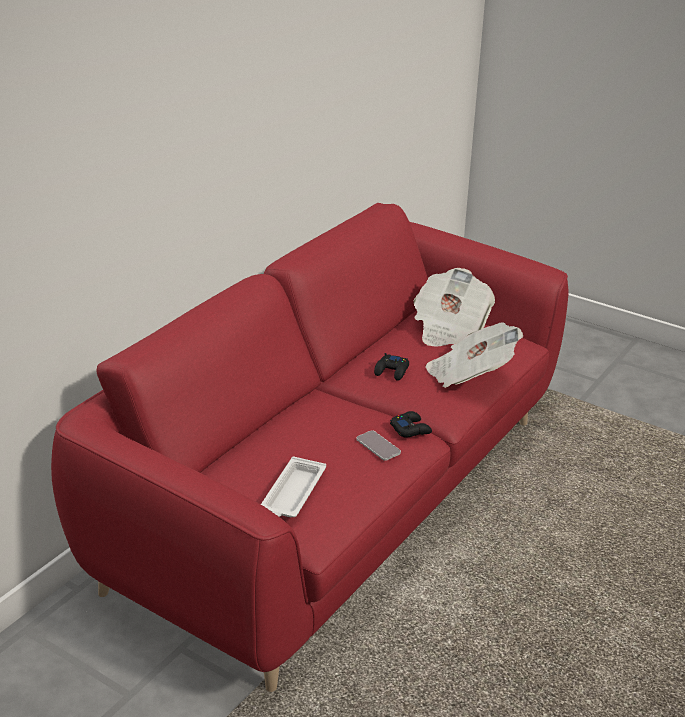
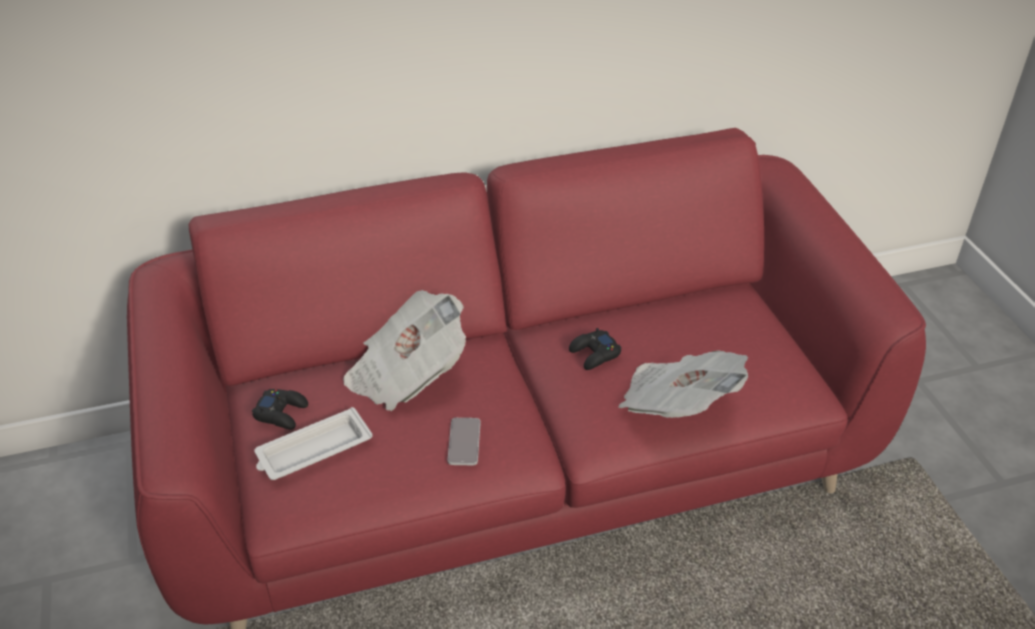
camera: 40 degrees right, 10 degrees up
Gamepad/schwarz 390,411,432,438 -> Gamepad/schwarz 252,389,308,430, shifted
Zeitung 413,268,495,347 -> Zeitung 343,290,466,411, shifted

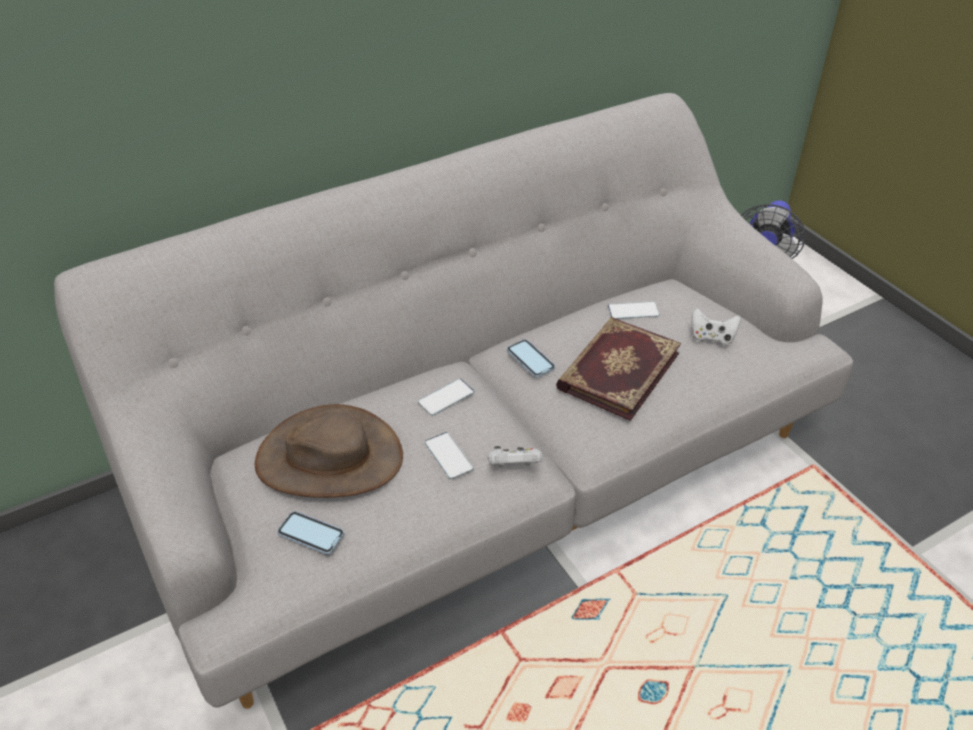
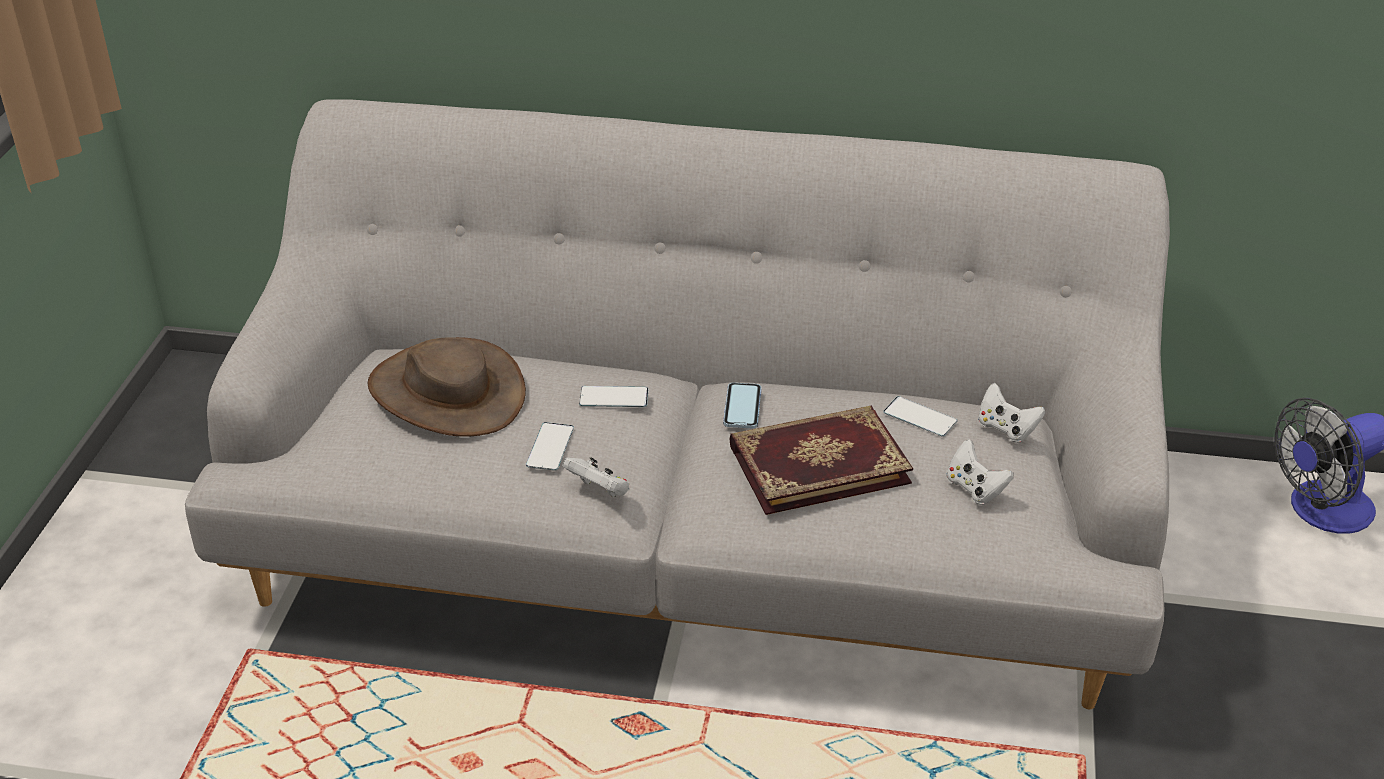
camera: 40 degrees right, 5 degrees down
Handy 277,511,344,555 -> none
none -> Gamepad/weiß 978,383,1045,443

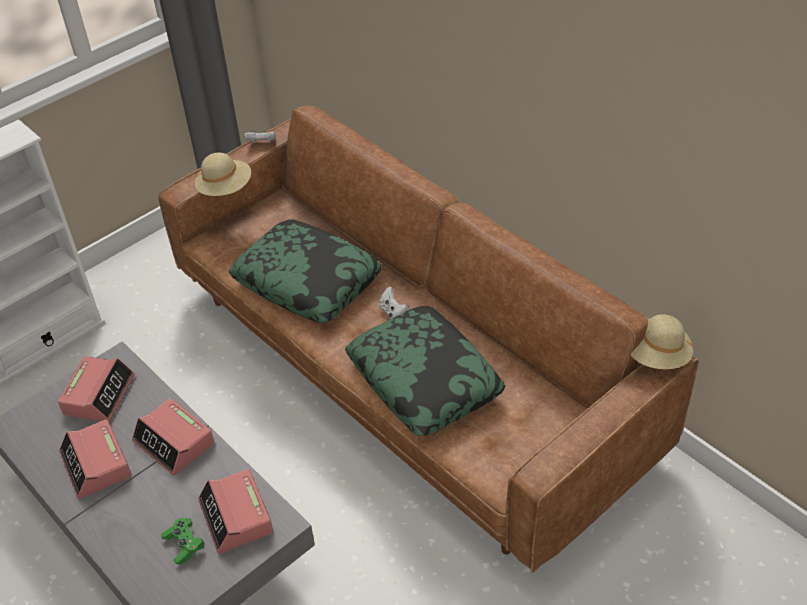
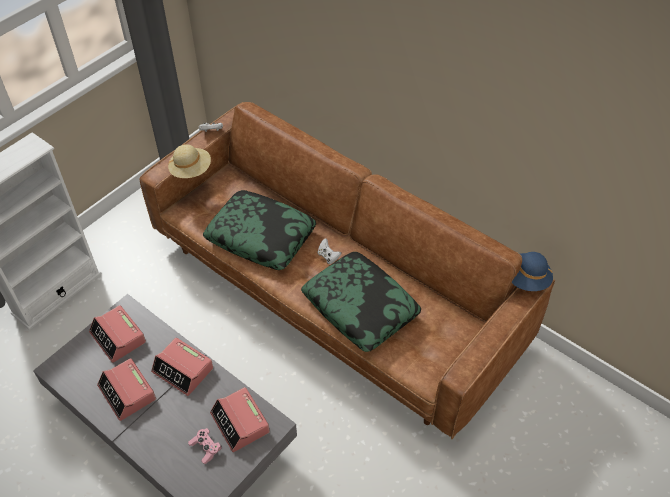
camera: 10 degrees left, 5 degrees up
Wecker 58,356,135,422 -> Wecker 89,305,146,363, 135 degrees clockwise
Gamepad/grün 161,518,204,565 -> Gamepad/rosa 188,428,222,464
Hut/beige 631,314,693,369 -> Hut/blau 512,252,553,291

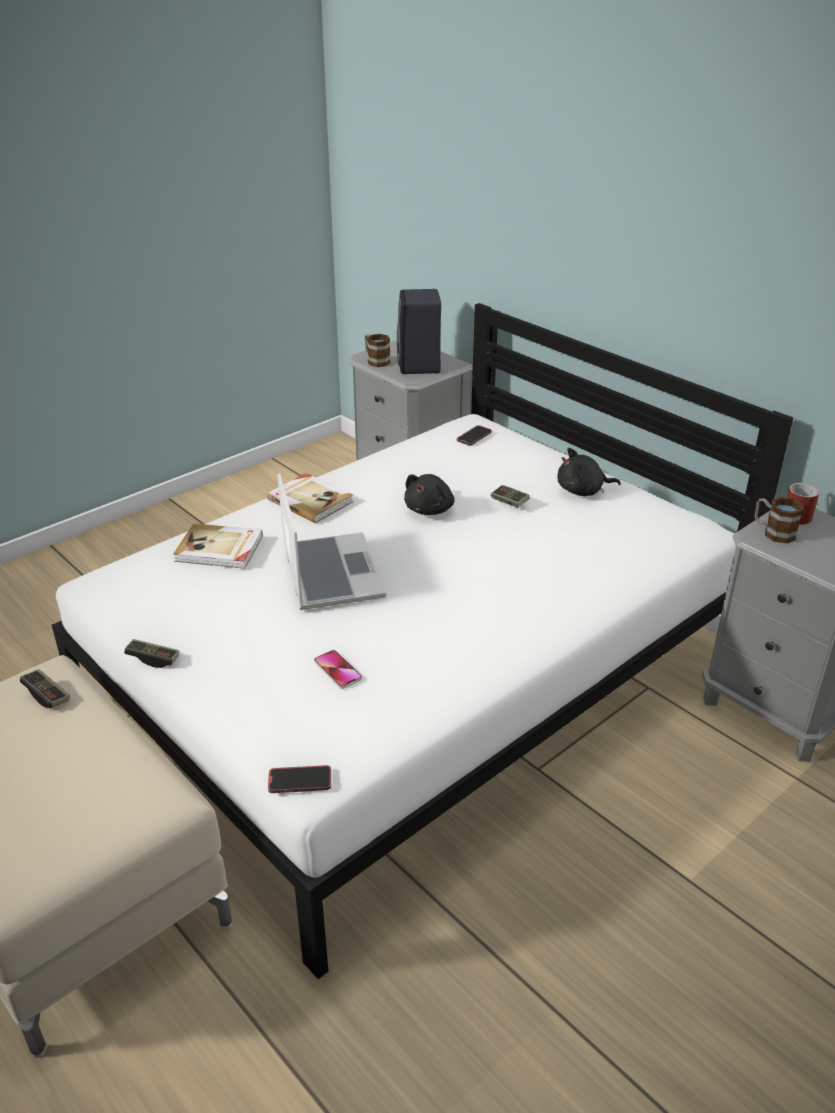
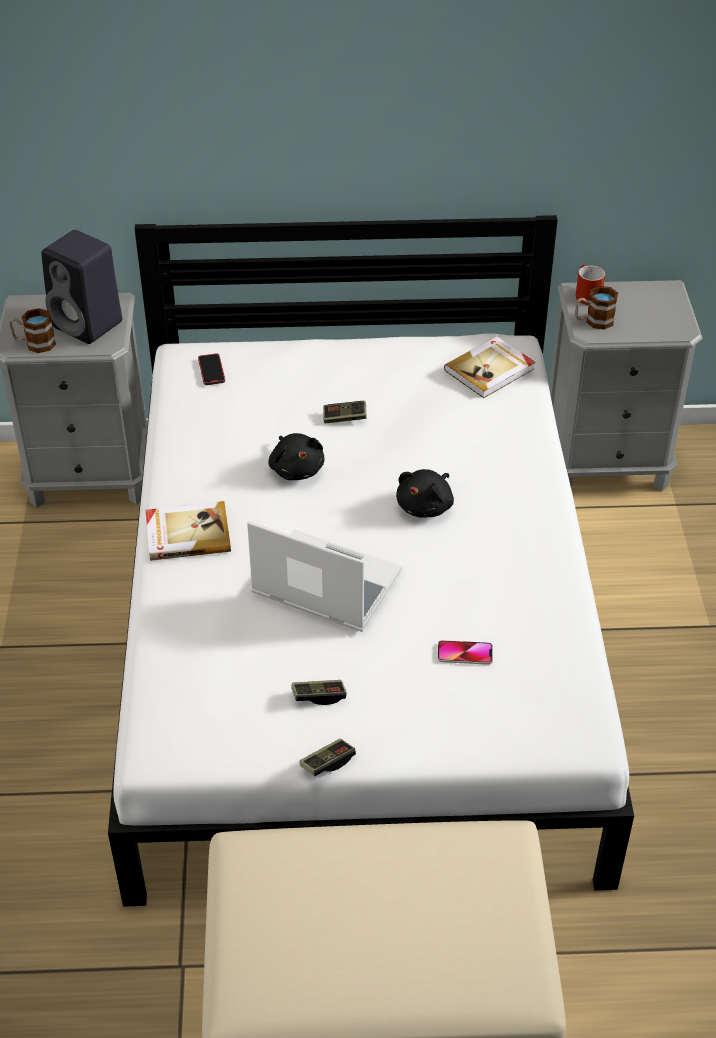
camera: 50 degrees left, 10 degrees up
Gamepad 20,669,70,708 -> Gamepad 291,680,347,705, shifted
Buch 173,523,263,569 -> Buch 444,336,536,398, shifted
Handy 268,765,331,793 -> none
Plüschtier/schwarz 557,448,621,496 -> Plüschtier/schwarz 396,469,454,518, shifted

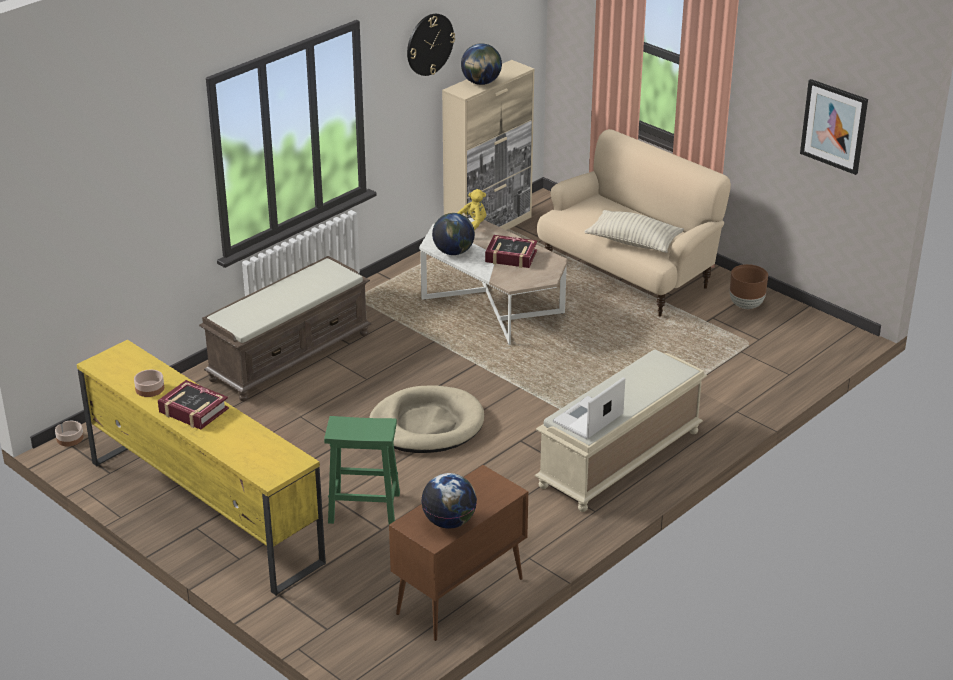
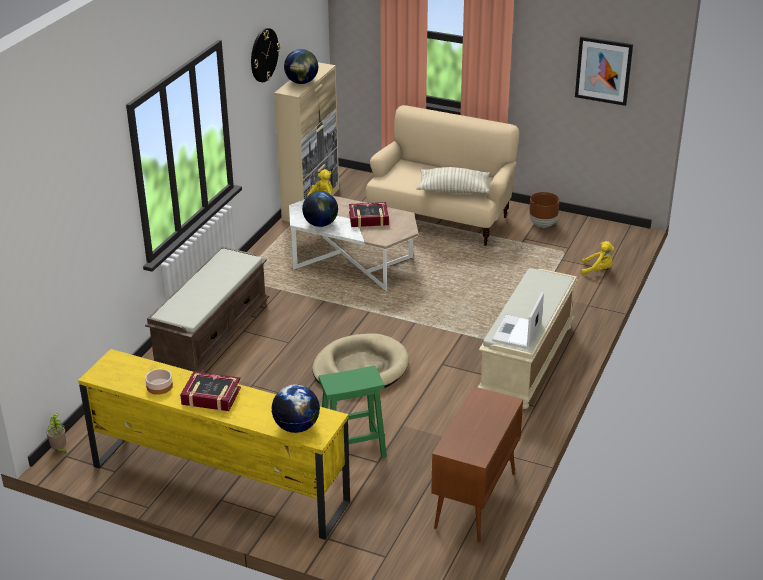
camera: 20 degrees left, 0 degrees up
Schüssel 55,421,83,446 -> Topfpflanze 46,414,66,453
Globus 421,473,477,528 -> Globus 271,384,320,433, shifted
none -> Plüschtier/gelb 581,241,614,275

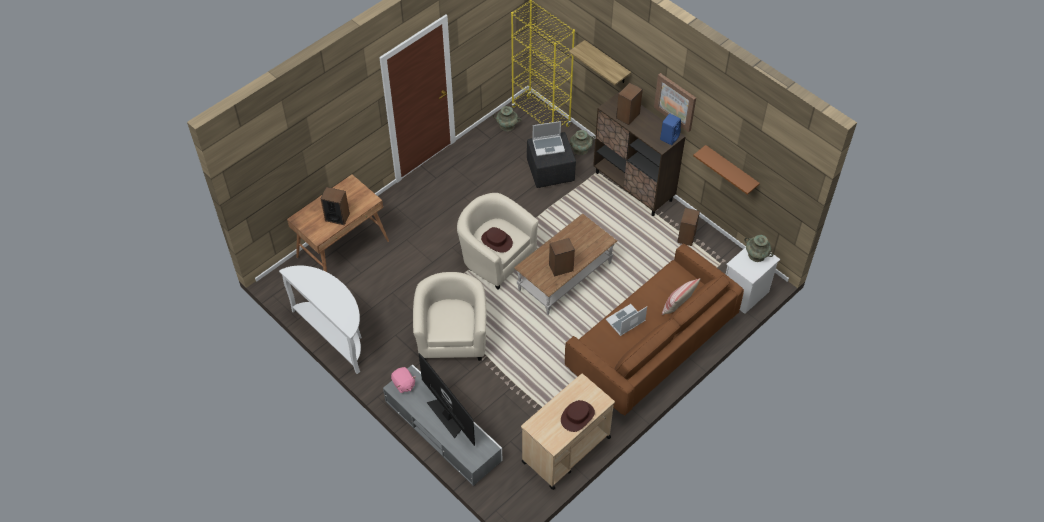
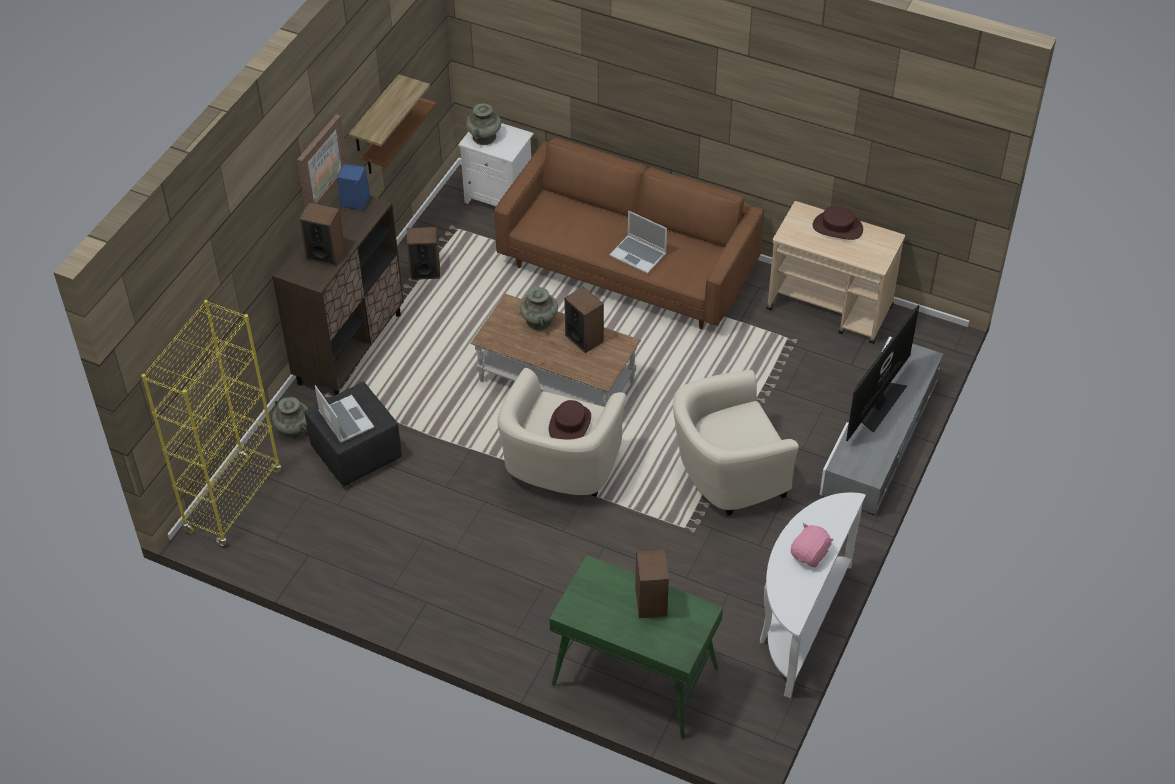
camera: 110 degrees left, 5 degrees down
Schreibtisch/braun 287,175,389,272 -> Schreibtisch/grün 549,555,723,739
Plüschtier/rosa 391,367,415,393 -> Plüschtier/rosa 791,523,833,568, shifted
Vase/türkis 493,106,522,131 -> Vase/türkis 520,287,558,330, shifted
Wandregal 569,40,631,85 -> Wandregal 348,74,430,151, shifted
Kissen 662,278,701,315 -> none

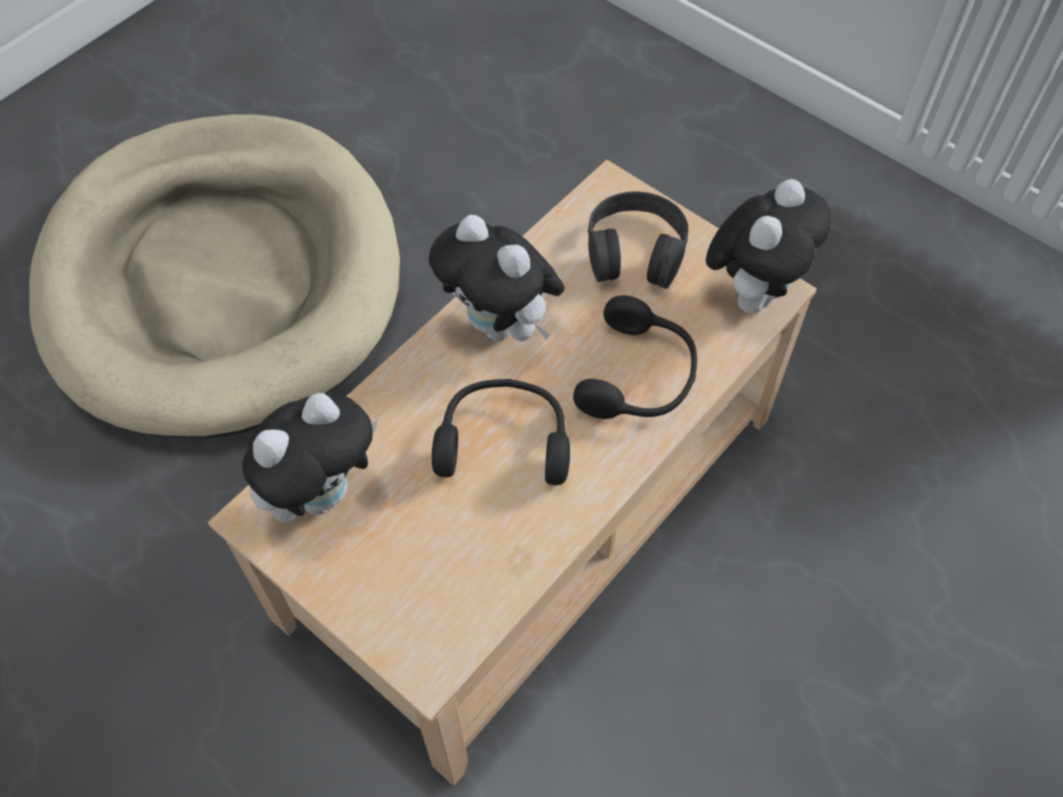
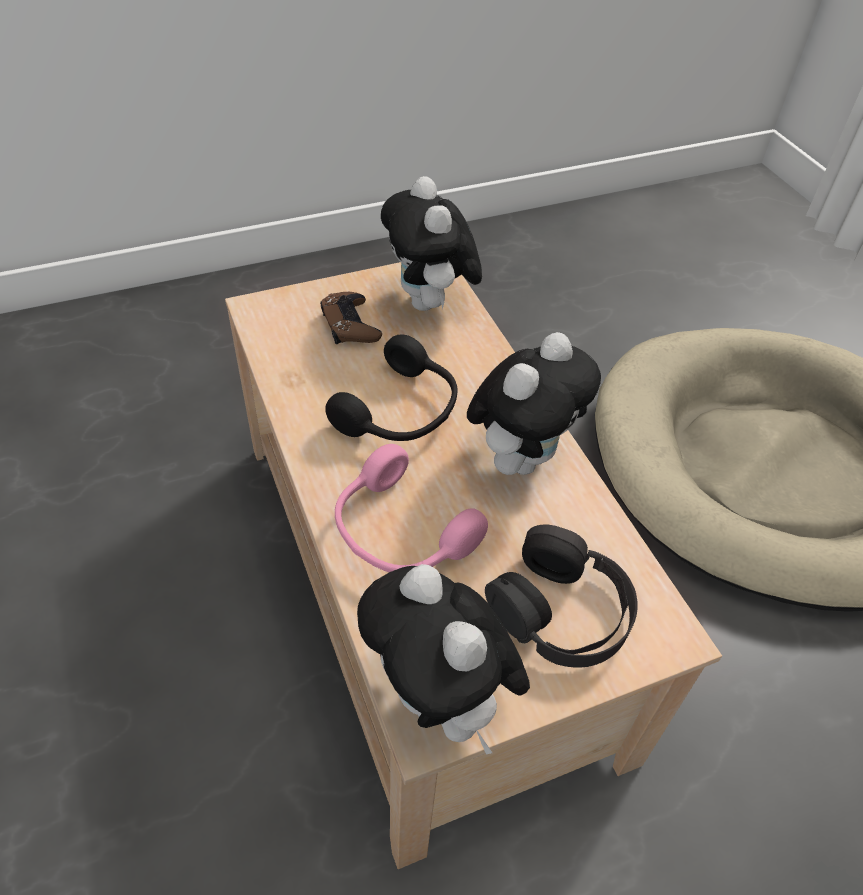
camera: 115 degrees right, 10 degrees down
Plüschtier 429,215,565,341 -> Plüschtier 467,332,601,475, 150 degrees clockwise
Kopfhörer/schwarz 573,295,697,419 -> Kopfhörer/rosa 335,444,488,572
none -> Gamepad/braun 320,292,382,344

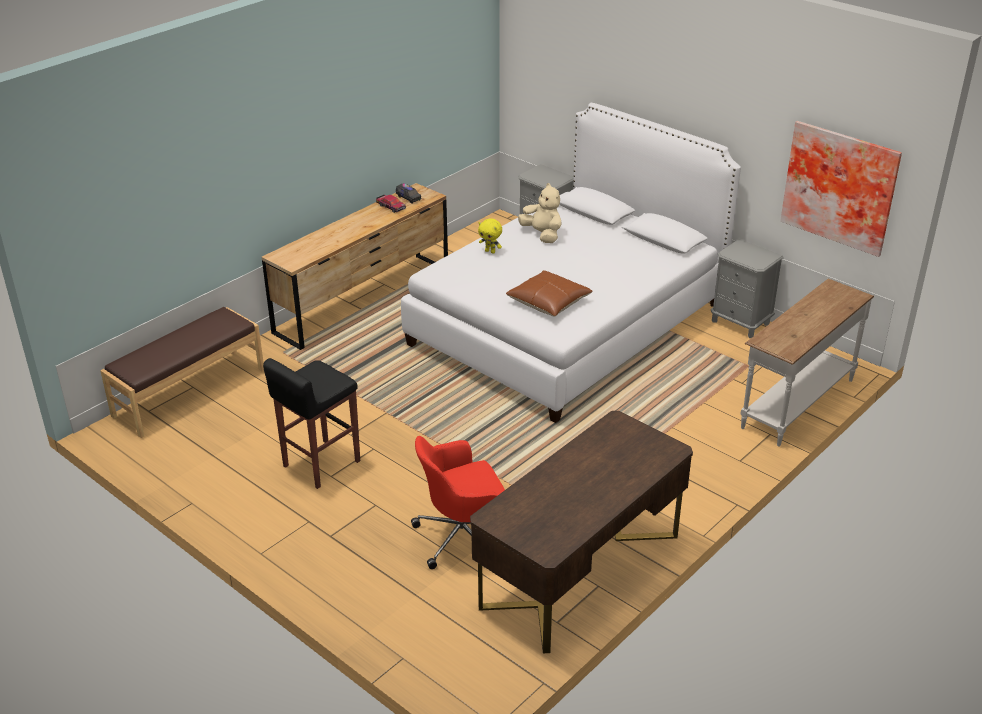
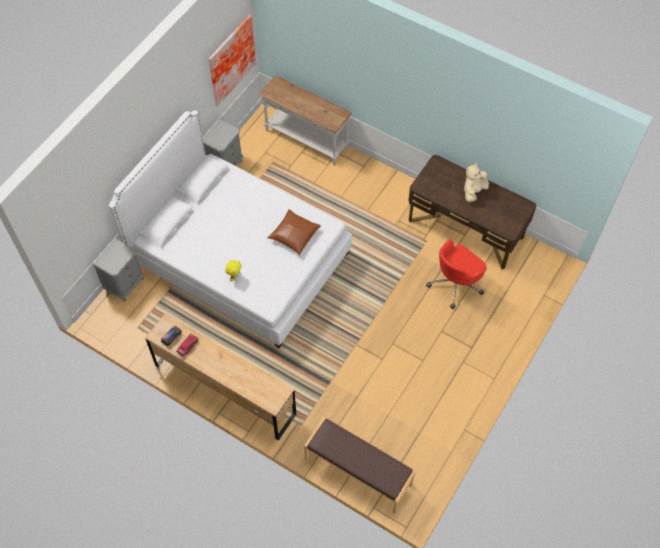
camera: 100 degrees left, 25 degrees up
Hocker/schwarz 263,358,360,489 -> none
Bürostuhl/rot 411,436,505,569 -> Bürostuhl/rot 426,239,487,309, 75 degrees clockwise
Plüschtier/beige 518,183,562,243 -> Plüschtier/beige 464,163,489,202, shifted

